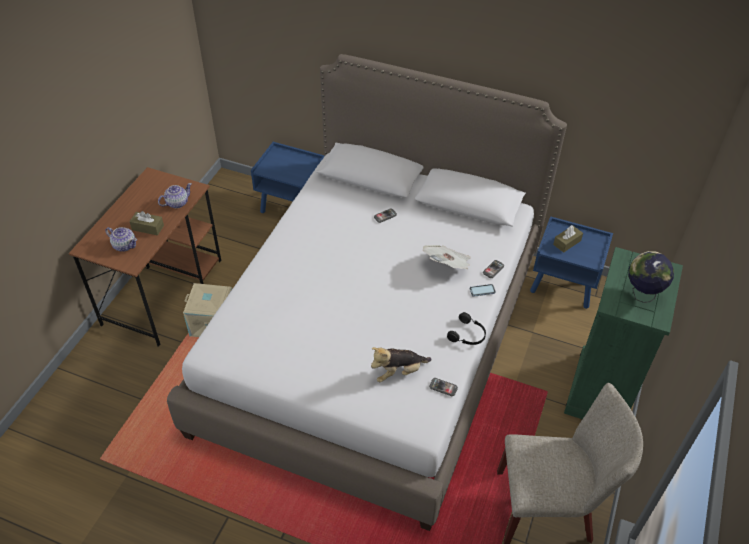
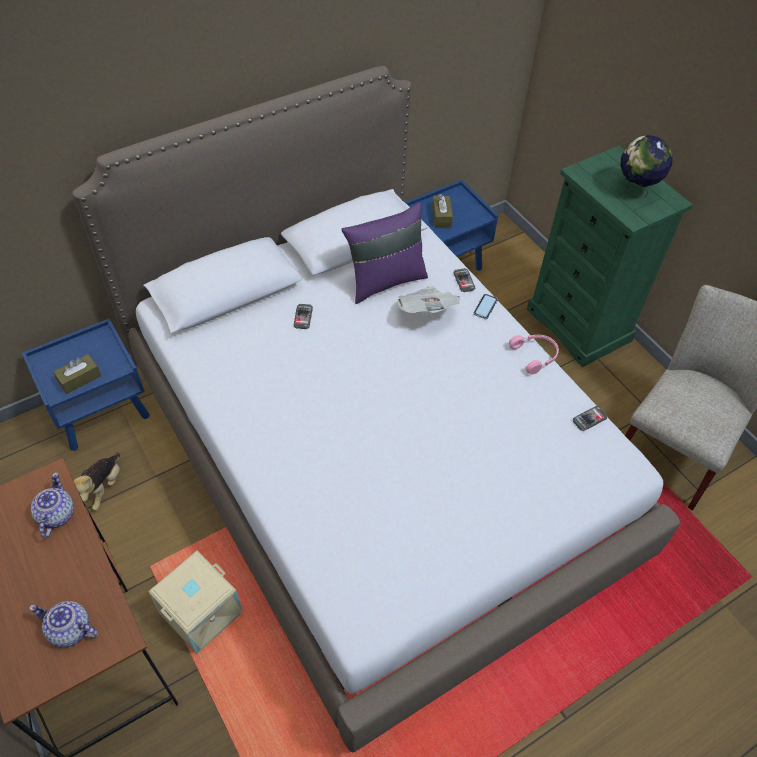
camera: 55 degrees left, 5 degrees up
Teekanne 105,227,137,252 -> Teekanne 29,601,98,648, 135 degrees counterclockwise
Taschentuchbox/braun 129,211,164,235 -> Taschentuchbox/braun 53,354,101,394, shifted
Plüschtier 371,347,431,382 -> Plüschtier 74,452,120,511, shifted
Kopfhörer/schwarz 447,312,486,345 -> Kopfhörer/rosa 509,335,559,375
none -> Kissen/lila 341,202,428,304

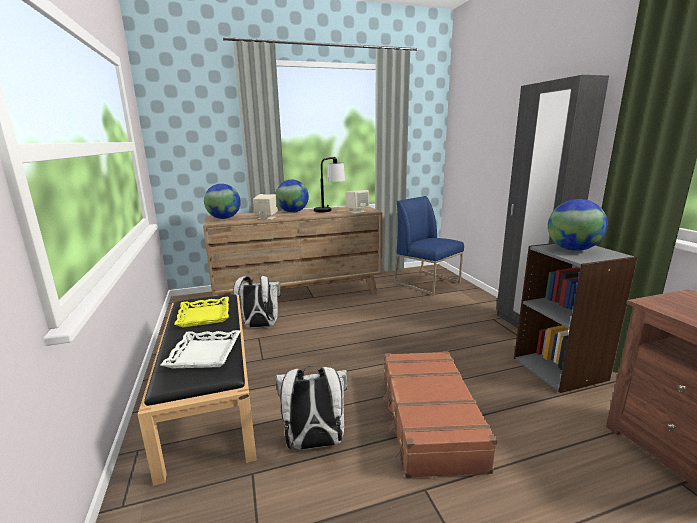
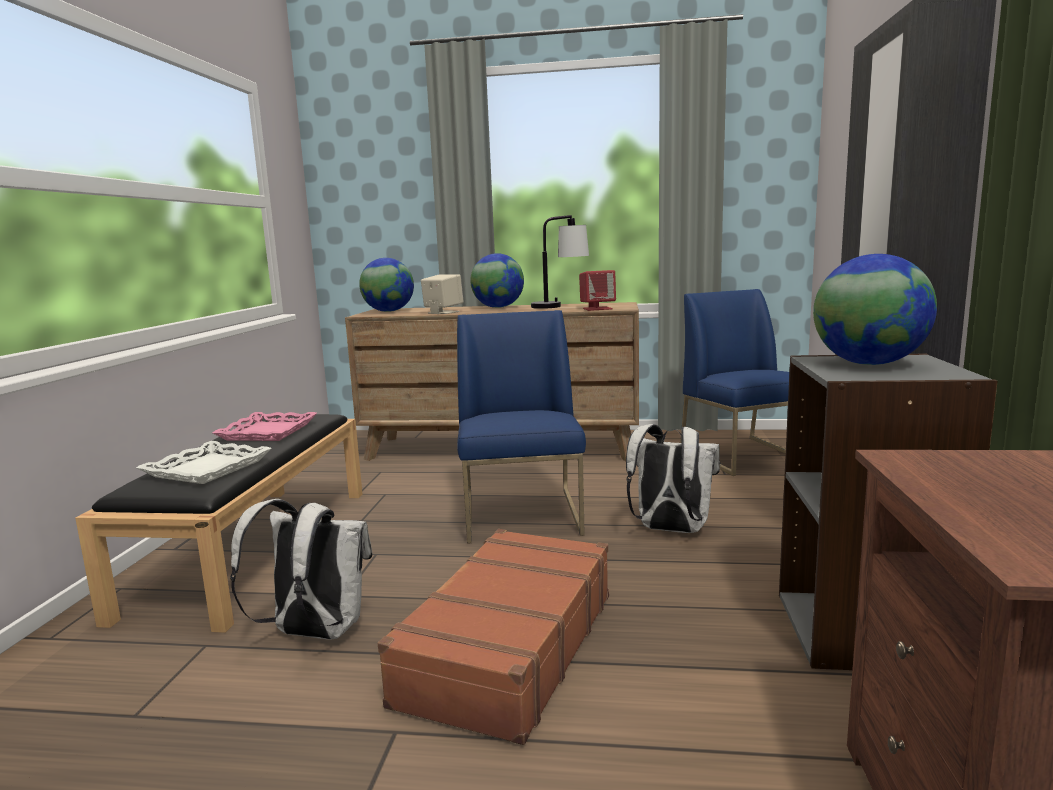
camera: 25 degrees right, 5 degrees down
Tablett/gelb 174,297,229,327 -> Tablett/rosa 213,412,317,441
Rucksack/weiß 233,276,281,328 -> Rucksack/weiß 626,424,720,533, shifted
Lautsprecher/beige 346,190,369,214 -> Lautsprecher/rot 579,270,616,311
none -> Stuhl/blau 457,310,586,543

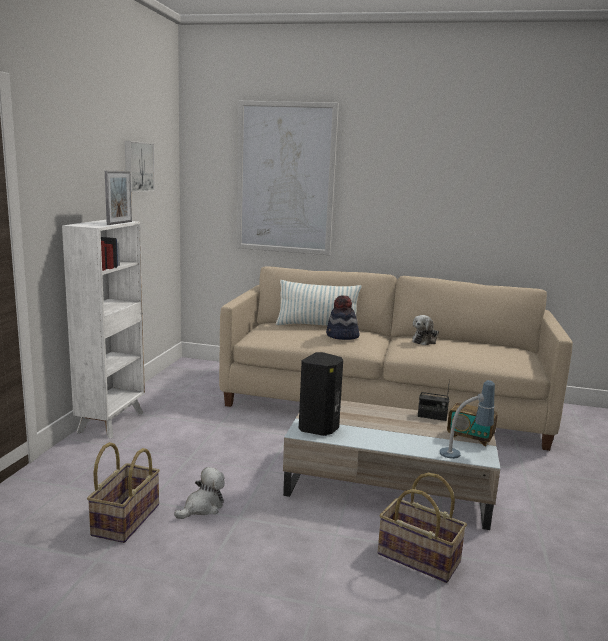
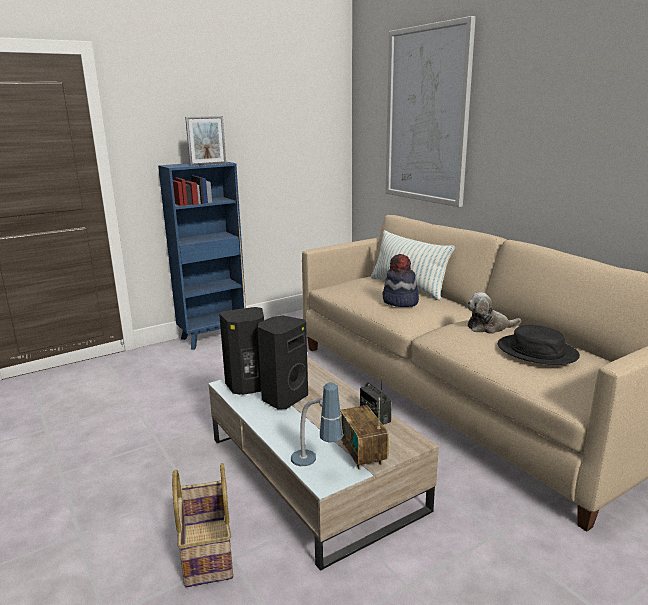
camera: 45 degrees right, 5 degrees up
Bücherregal/weiß 62,220,145,438 -> Bücherregal/blau 158,162,246,350
Korb 87,442,160,543 -> none
Bild 125,141,155,192 -> none
Plüschtier 174,467,225,519 -> none
none -> Lautsprecher/schwarz 257,316,308,410
none -> Hut/schwarz 498,325,580,365

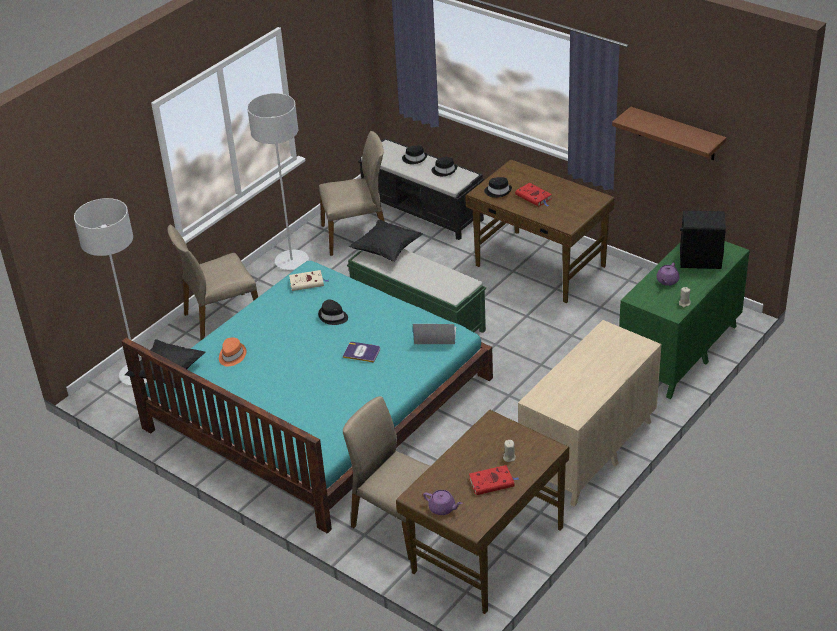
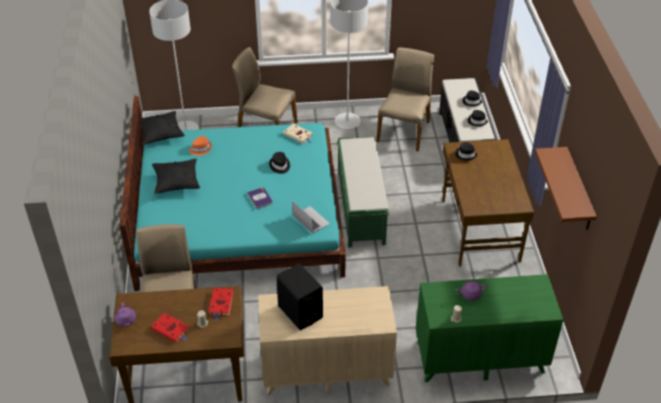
camera: 45 degrees right, 5 degrees up
Stuhl/beige 319,131,384,256 -> Stuhl/beige 376,47,434,151, 105 degrees counterclockwise
Kissen/schwarz 349,219,423,262 -> Kissen/schwarz 152,159,200,194, shifted
Buch/rot 515,183,552,207 -> Buch/rot 208,288,234,321, shifted
Lautsprecher/schwarz 680,211,726,269 -> Lautsprecher/schwarz 276,263,323,330, shifted

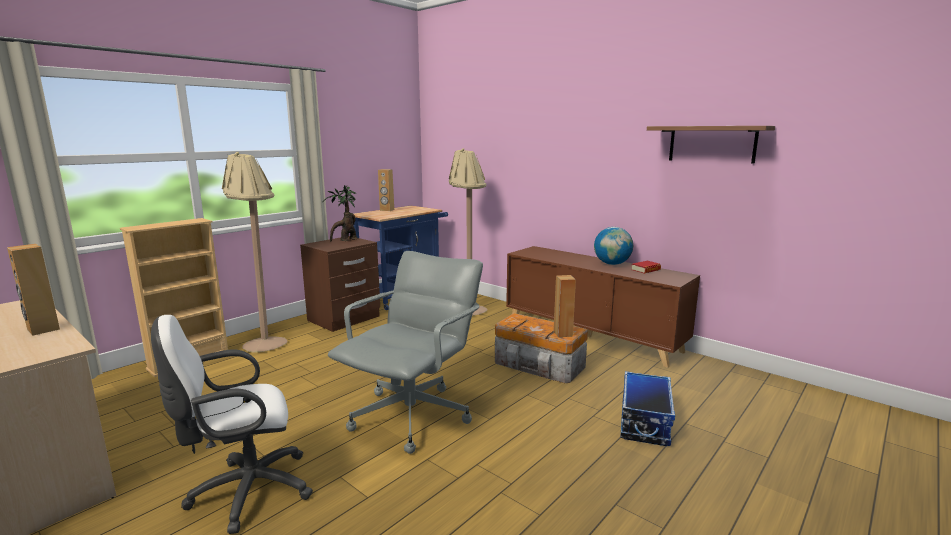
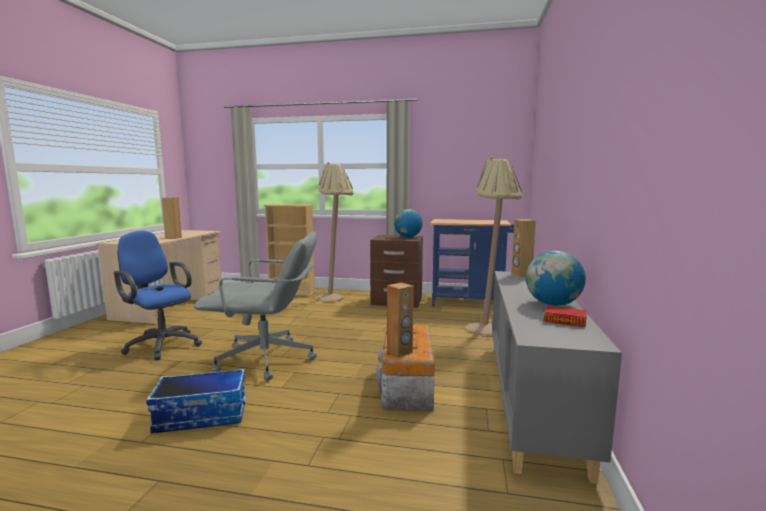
camera: 60 degrees right, 5 degrees down
Bürostuhl/weiß 151,315,313,534 -> Bürostuhl/blau 114,231,202,360
Topfpflanze 323,185,357,241 -> Globus 394,209,423,238
Lautsprecher/braun 378,169,394,211 -> Lautsprecher/braun 511,219,536,277, shifted
Schrank/braun 506,246,700,368 -> Schrank/grau 492,271,622,484
Aufbewahrungsbox 620,371,675,446 -> Aufbewahrungsbox 146,369,246,433, shifted
Wandregal 647,126,775,164 -> none

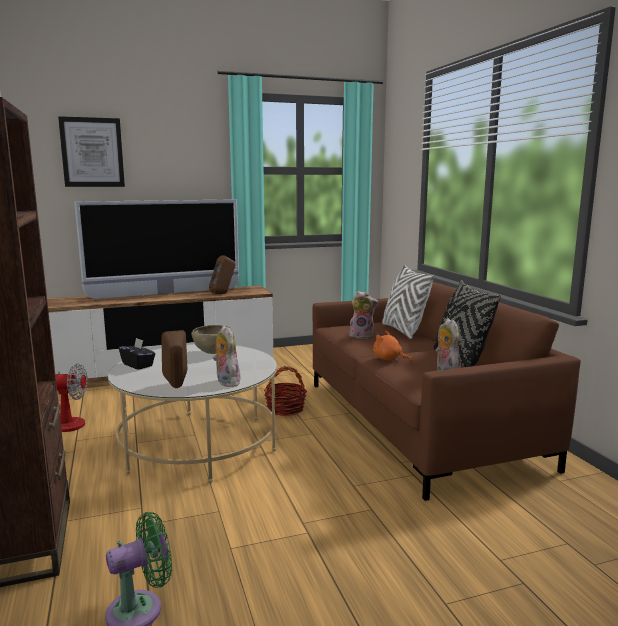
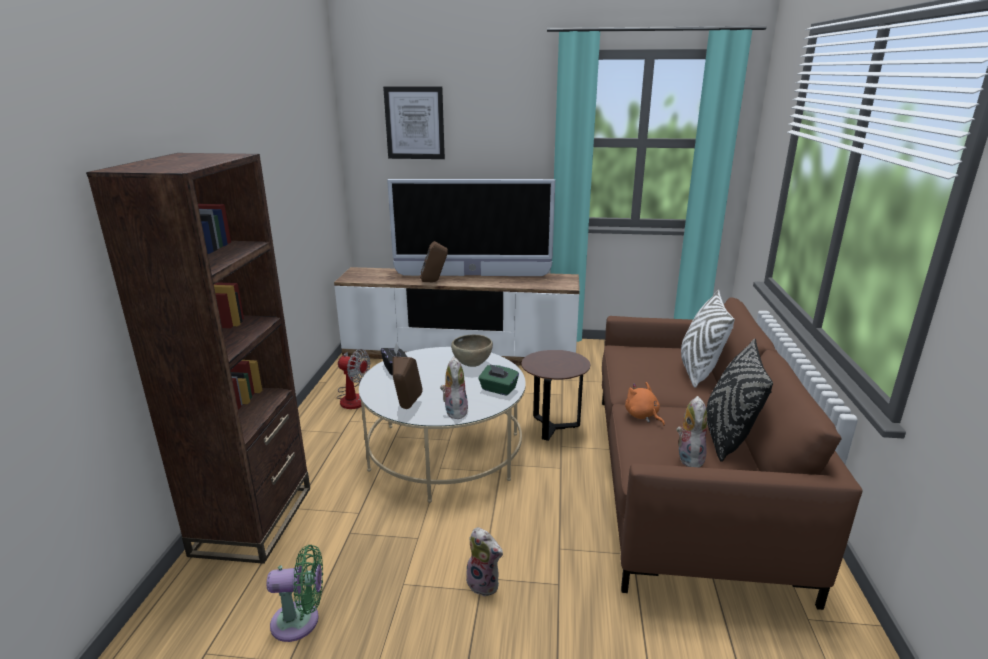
camera: 25 degrees right, 10 degrees up
Lautsprecher/braun 209,255,235,294 -> Lautsprecher/braun 420,241,448,282, shifted
Korb 264,366,307,416 -> Beistelltisch/braun 521,350,590,441
Plüschtier 349,291,378,339 -> Plüschtier 466,527,503,597, shifted
none -> Taschentuchbox/grün 478,365,519,396

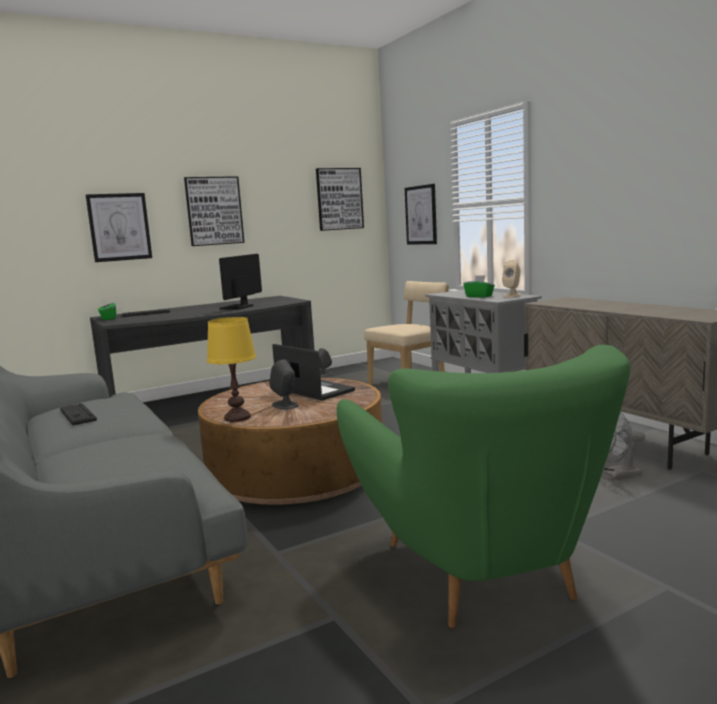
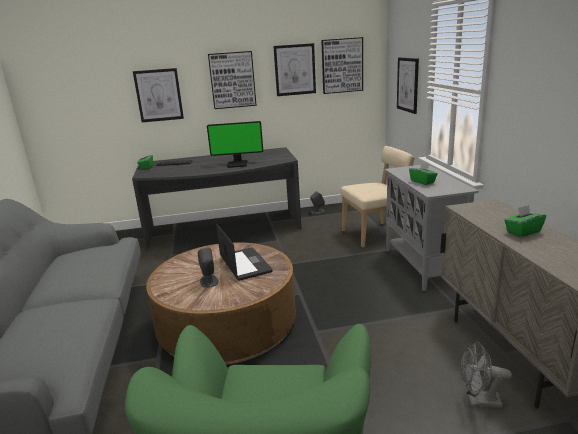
camera: 20 degrees right, 10 degrees up
Tastatur 60,403,97,425 -> none
Tischlampe/gelb 207,317,256,422 -> none
Monitor 219,254,262,309 -> Monitor 207,121,263,168, 135 degrees counterclockwise
Lautsprecher/beige 502,260,522,298 -> none
none -> Bild 273,43,316,96
none -> Taschentuchbox/grün 504,205,546,237

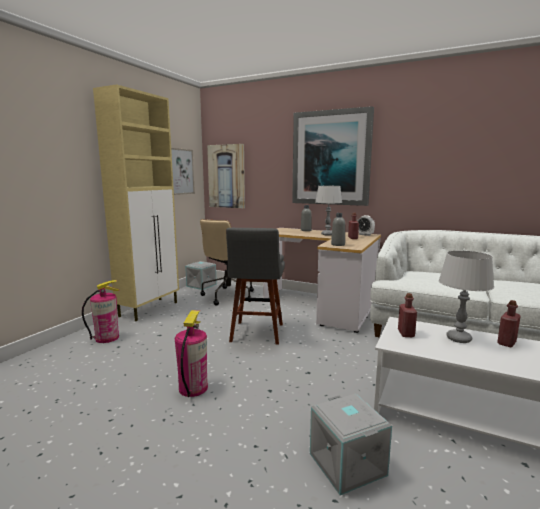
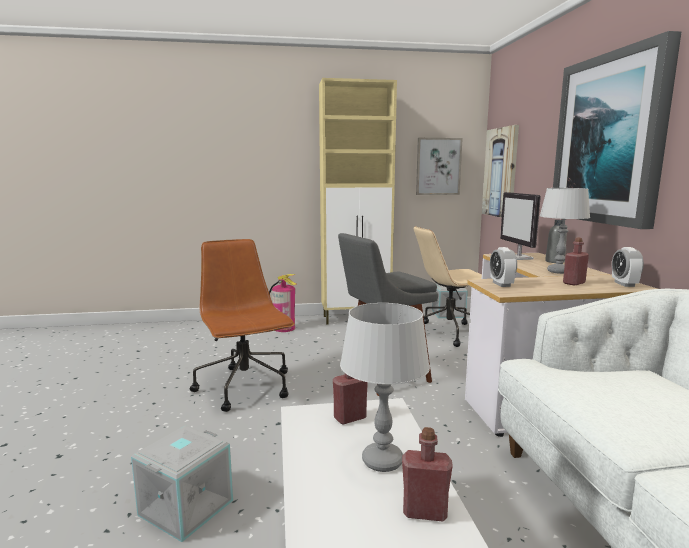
camera: 55 degrees right, 0 degrees up
Feuerlöscher 175,310,208,397 -> Bürostuhl/braun 190,239,295,412
Flasche/grau 331,213,345,246 -> Wecker 490,247,517,287
none -> Monitor 500,192,541,260

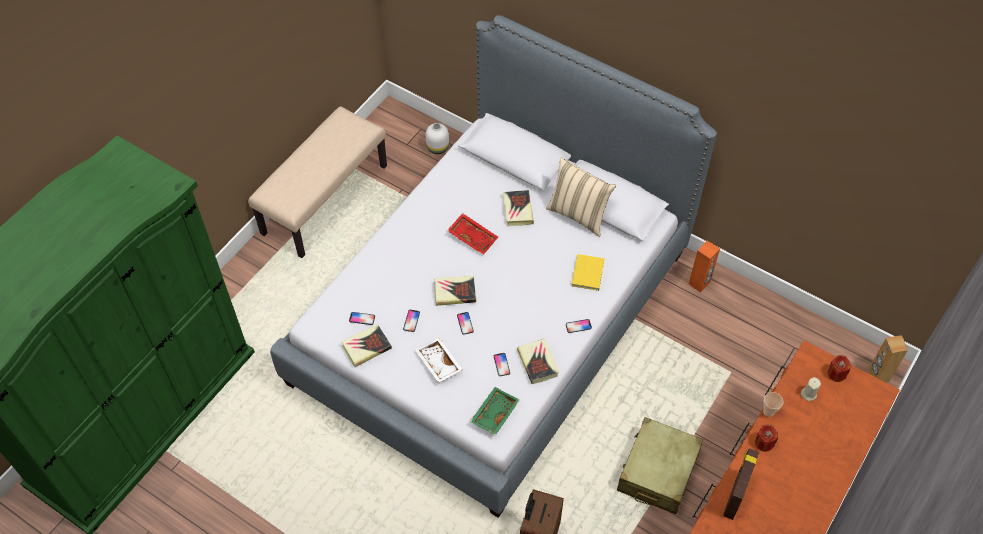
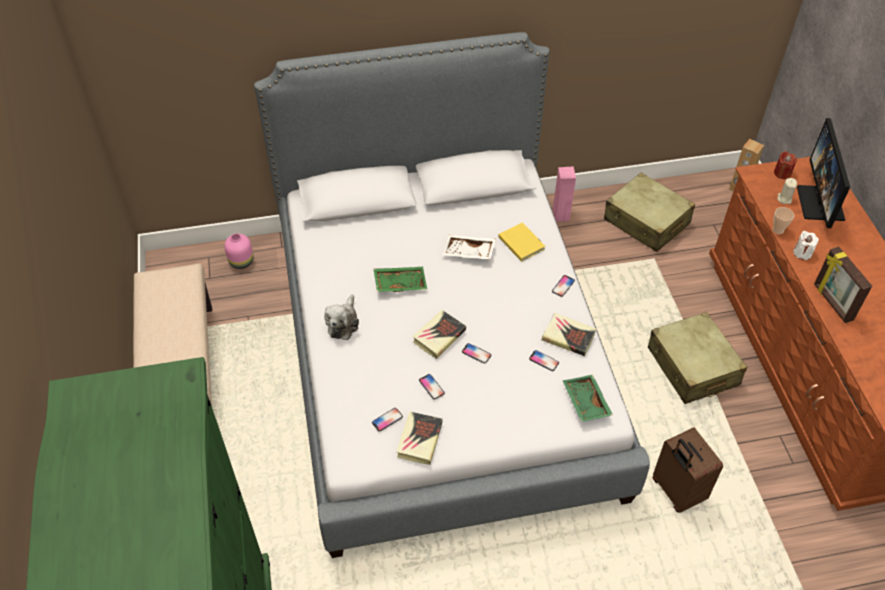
camera: 45 degrees left, 5 degrees down
Tablett/weiß 415,338,463,383 -> Tablett/weiß 442,235,496,260, shifted
Vase/weiß 426,123,449,154 -> Vase/rosa 224,233,253,269
Tablett/rot 447,213,498,255 -> Tablett/grün 374,267,427,292
Buch 503,190,534,226 -> none
Kissen/beige 546,157,616,237 -> none
Lautsprecher/orange 689,241,720,292 -> Lautsprecher/rosa 553,166,576,221
Kerze/rot 755,424,778,452 -> Kerze/weiß 793,231,819,260
none -> Plüschtier 324,295,359,340
none -> Koffer/beige 604,173,695,252
none -> Monitor 797,118,850,228

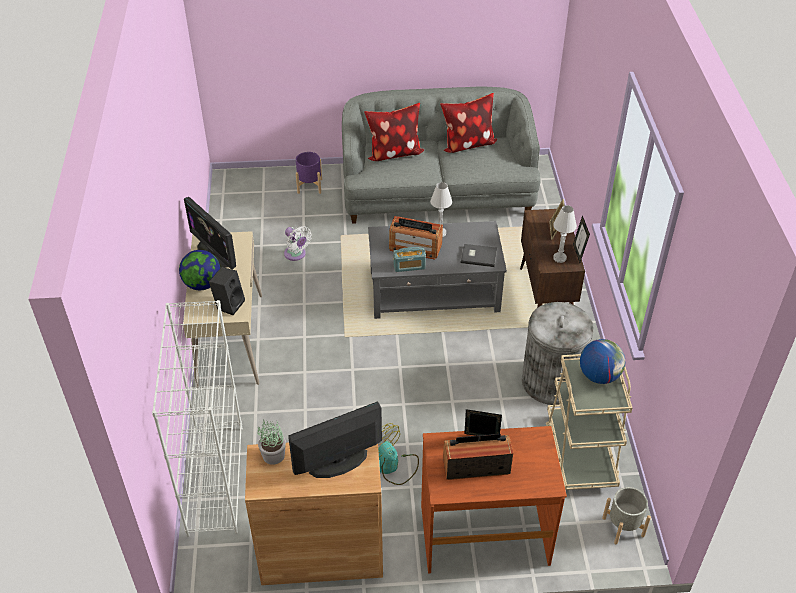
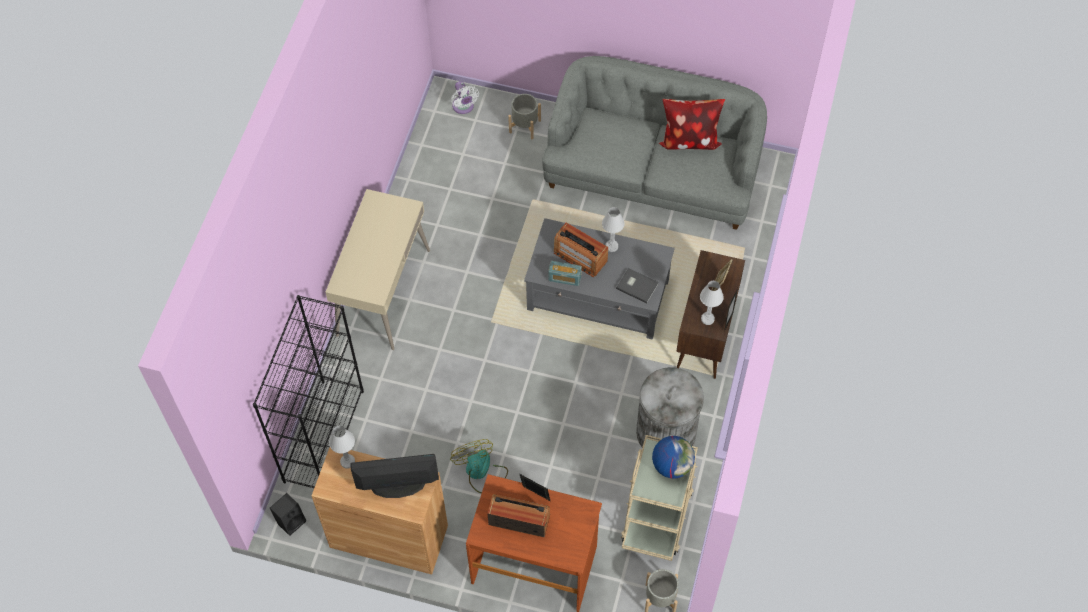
camera: 20 degrees right, 15 degrees up
Bücherregal/weiß 152,300,243,537 -> Bücherregal/schwarz 253,295,364,488
Globus 179,250,220,290 -> none
Monitor 184,197,236,269 -> none
Lautsprecher/schwarz 209,267,245,315 -> Lautsprecher/schwarz 270,493,306,536, shifted
Topfpflanze 257,421,286,465 -> Tischlampe/weiß 329,426,355,468
Ventilator/weiß 284,226,312,261 -> Ventilator/weiß 451,81,479,114, shifted
Pflanzkübel/lila 296,152,322,194 -> Pflanzkübel/grau 508,94,541,139
Kissen 364,103,424,161 -> none

